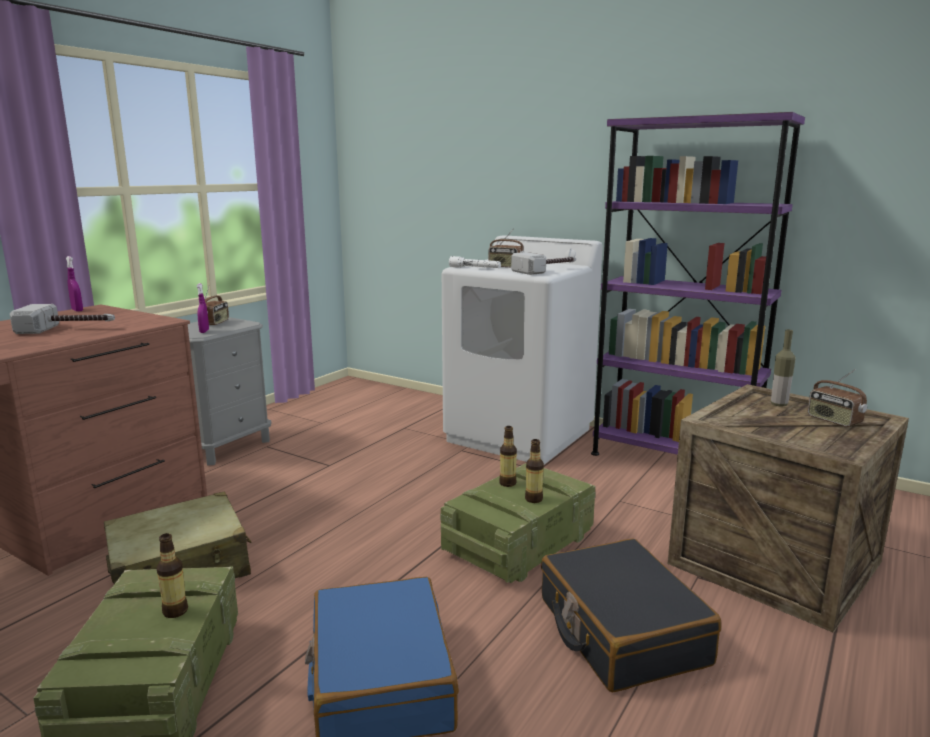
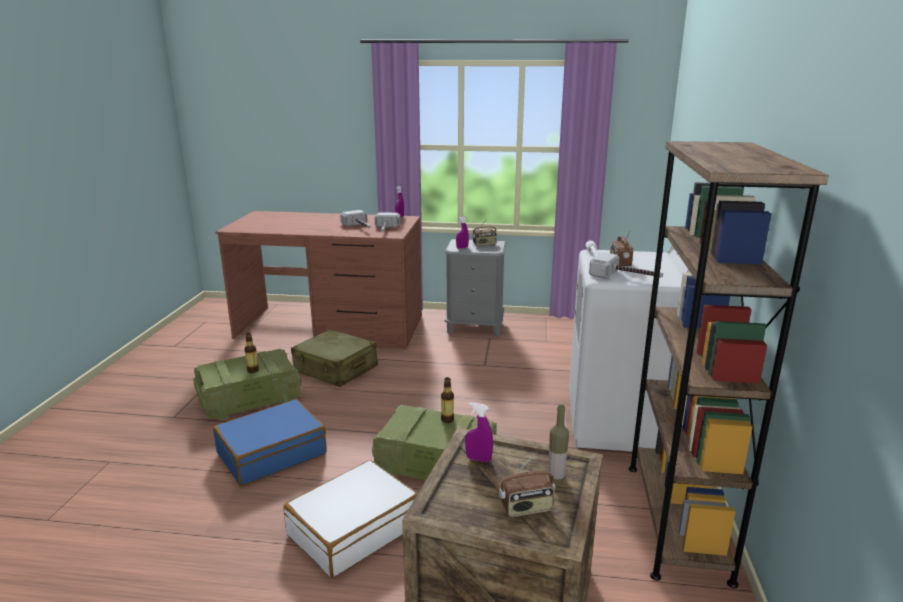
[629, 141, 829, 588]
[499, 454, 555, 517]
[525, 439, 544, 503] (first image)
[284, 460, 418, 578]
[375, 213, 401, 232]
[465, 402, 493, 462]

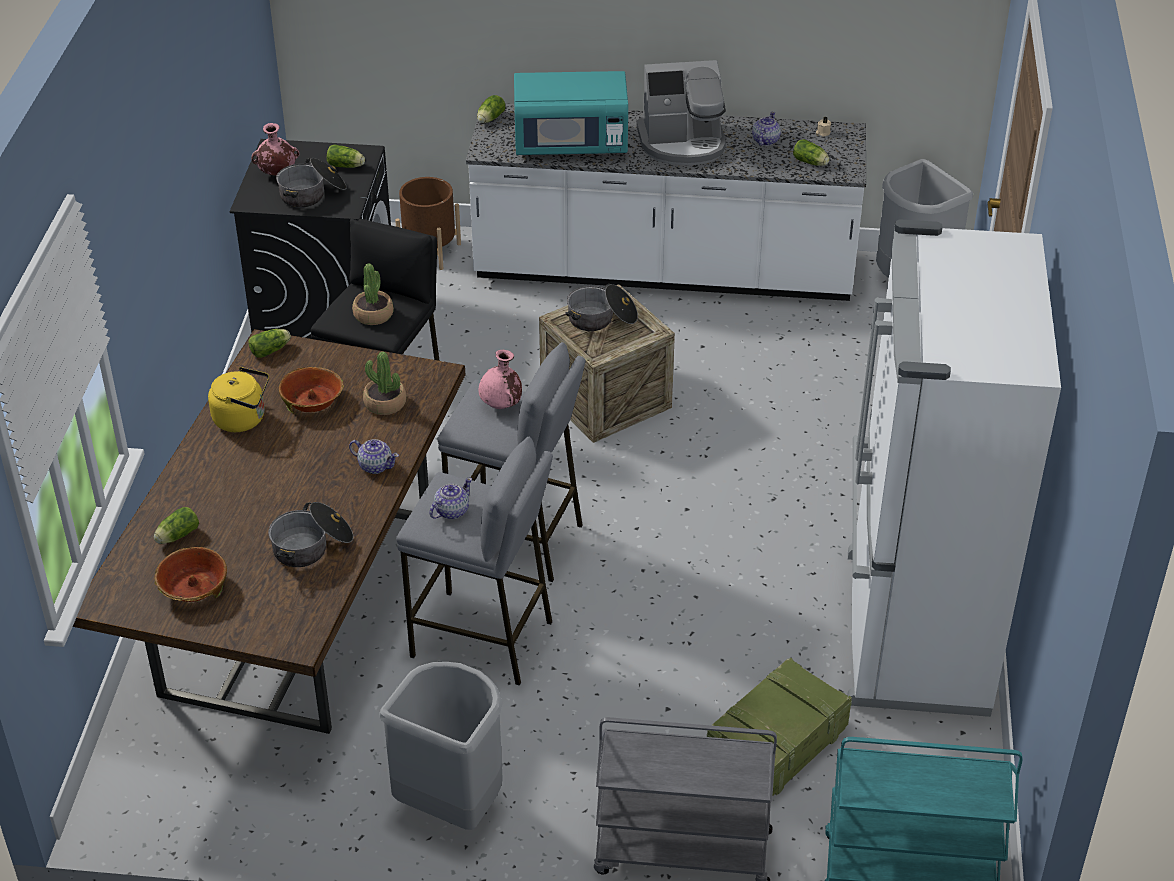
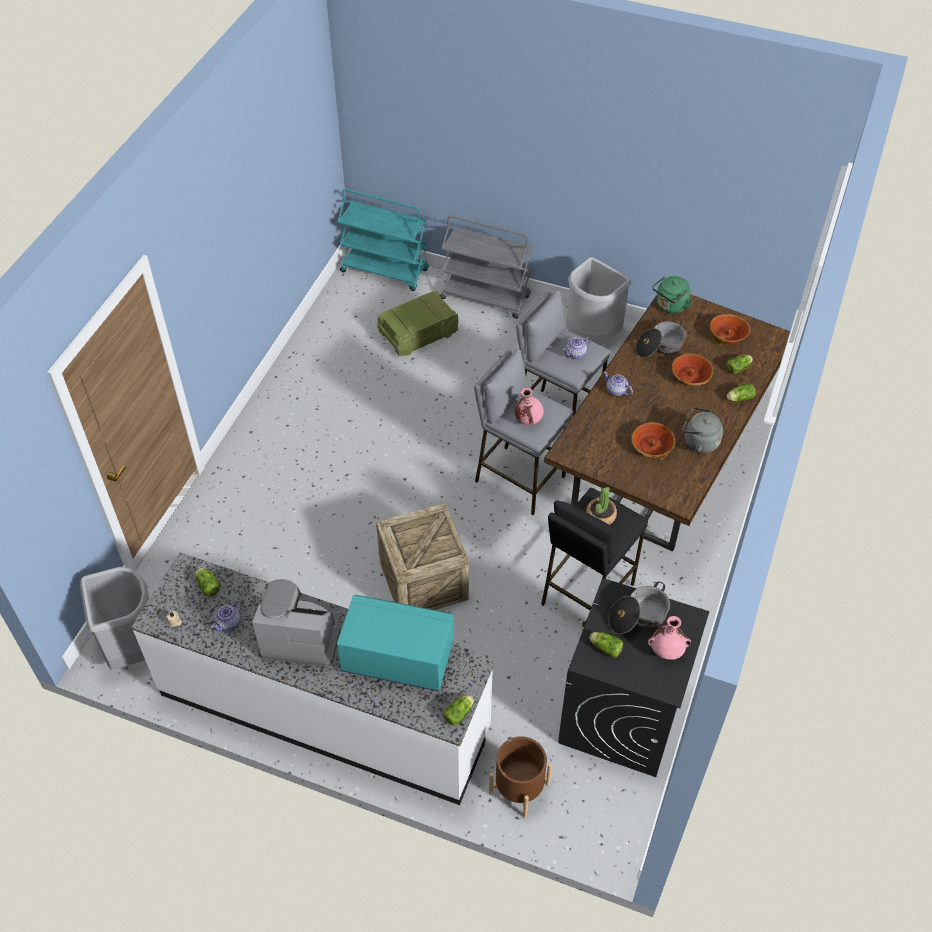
[847, 219, 1061, 717] (first image)
[566, 284, 638, 331] (first image)
[727, 383, 756, 401]
[363, 352, 406, 415] (first image)
[682, 407, 723, 453]
[652, 276, 693, 313]
[672, 353, 714, 386]

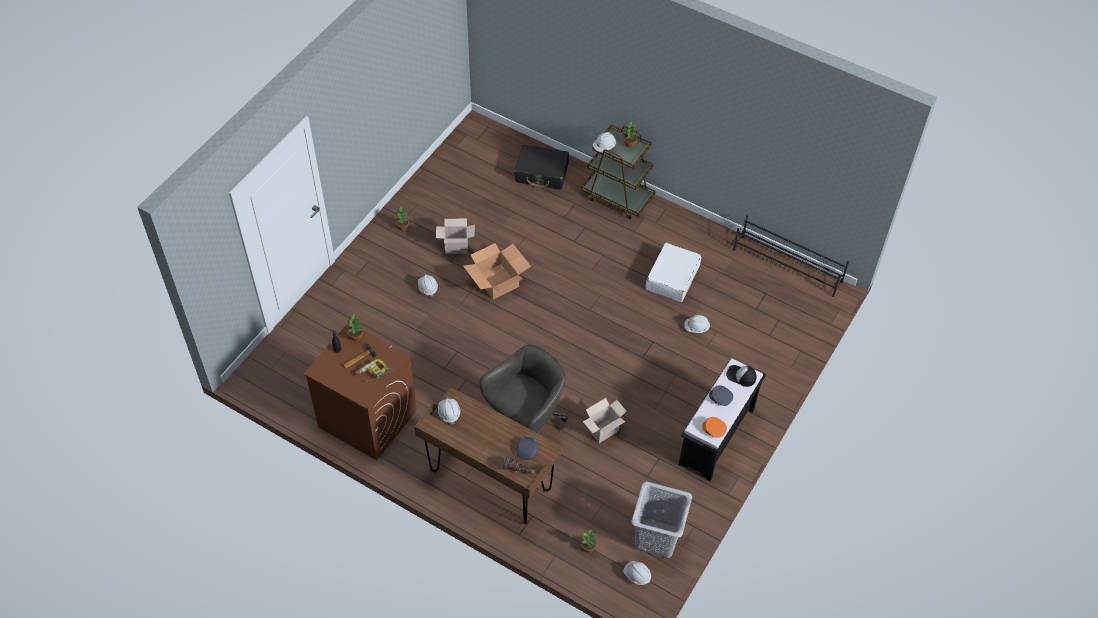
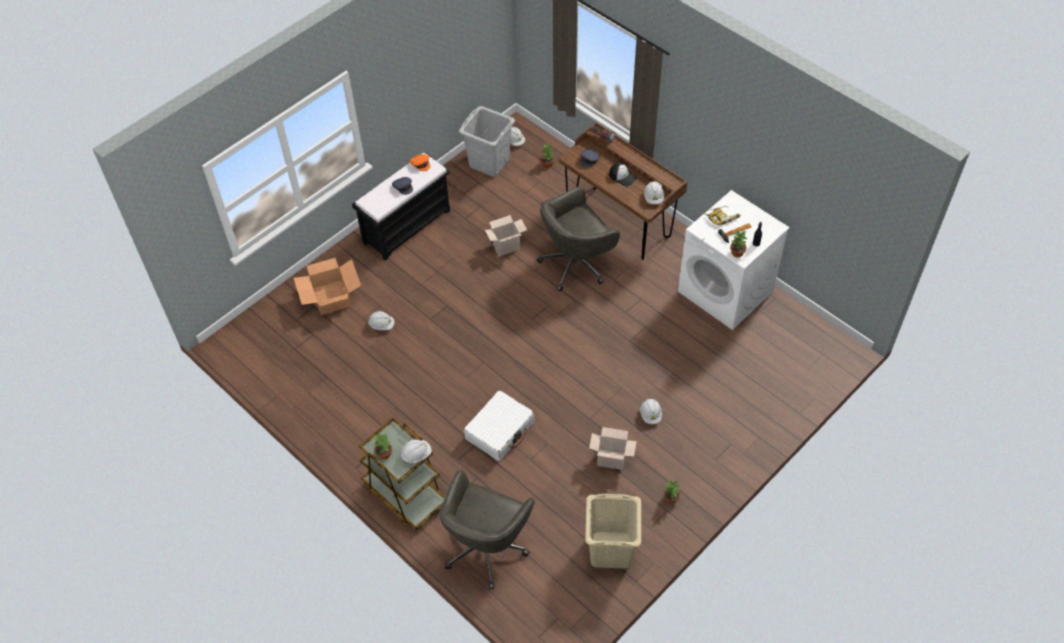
[439, 470, 535, 589]
[733, 215, 849, 297] (first image)
[294, 258, 361, 315]
[464, 390, 534, 461]
[678, 190, 790, 330]
[609, 163, 637, 186]
[585, 494, 641, 569]

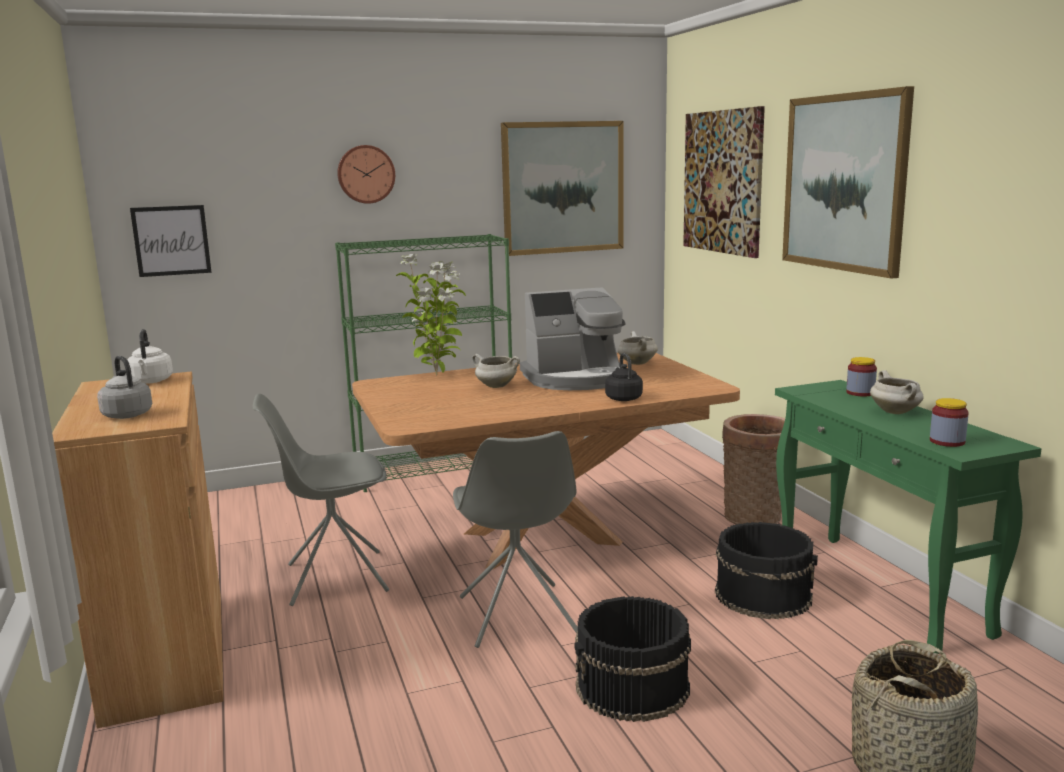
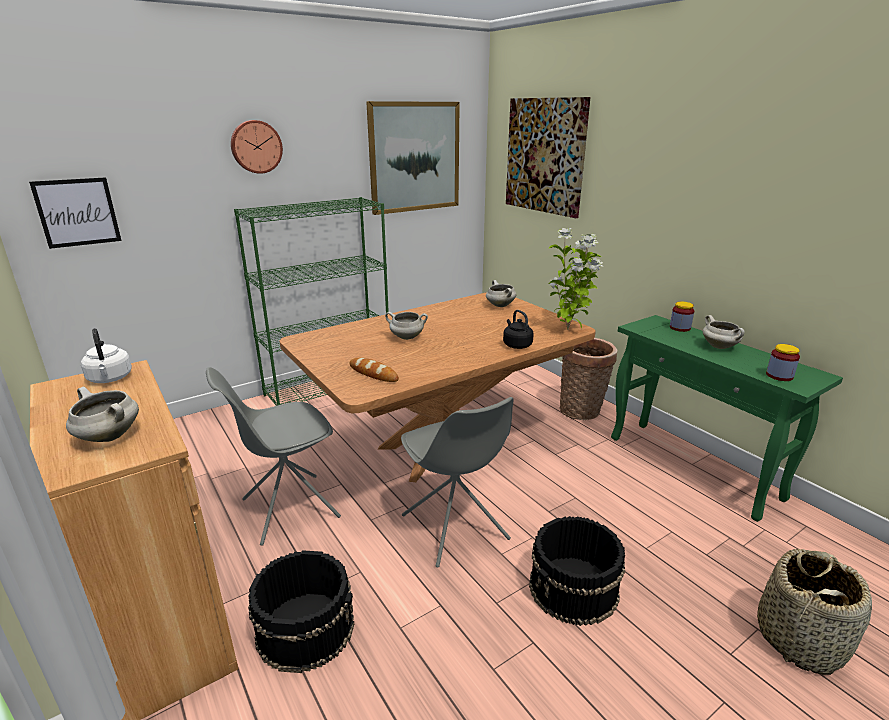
[782, 86, 914, 279] (first image)
[549, 228, 603, 330]
[520, 287, 625, 390] (first image)
[66, 387, 139, 442]
[248, 550, 354, 673]
[349, 358, 399, 382]

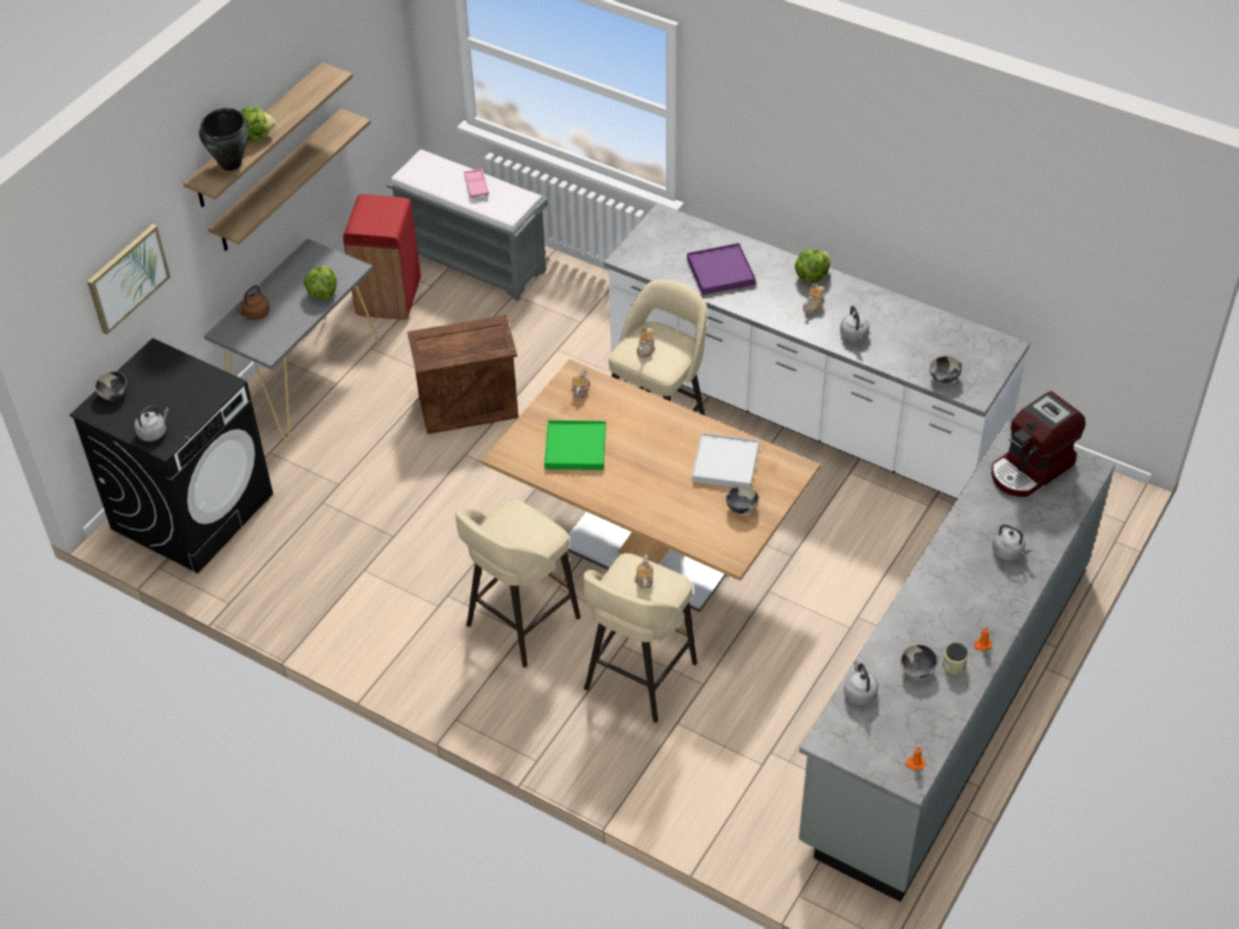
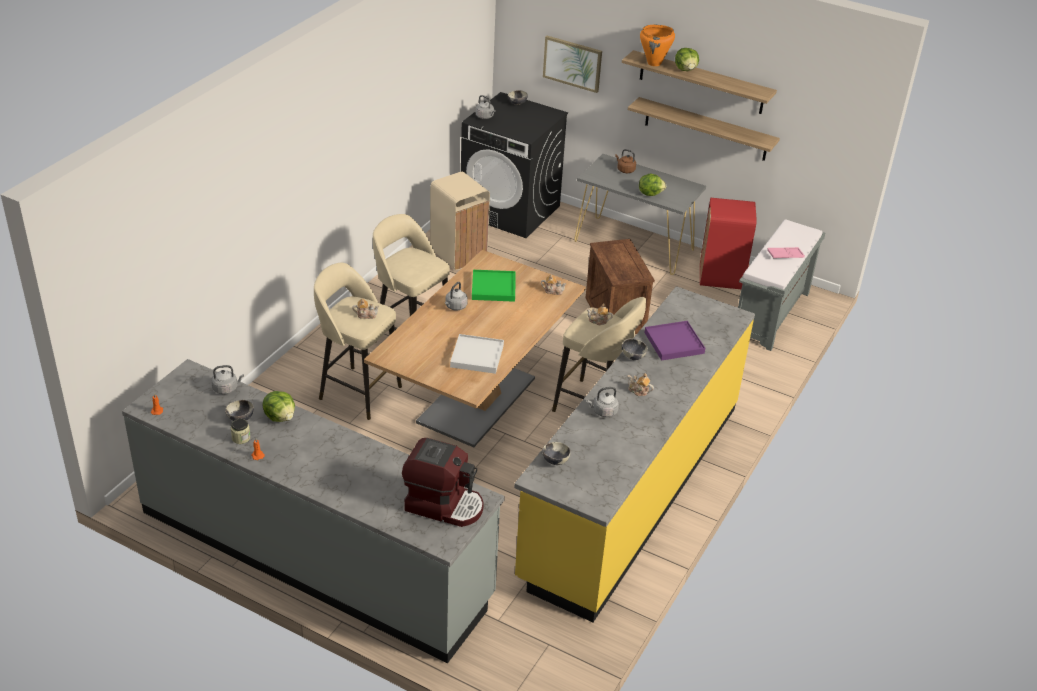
[640, 25, 675, 66]
[514, 286, 755, 622]
[263, 391, 295, 422]
[402, 438, 484, 527]
[622, 338, 648, 360]
[445, 282, 468, 311]
[430, 172, 490, 270]

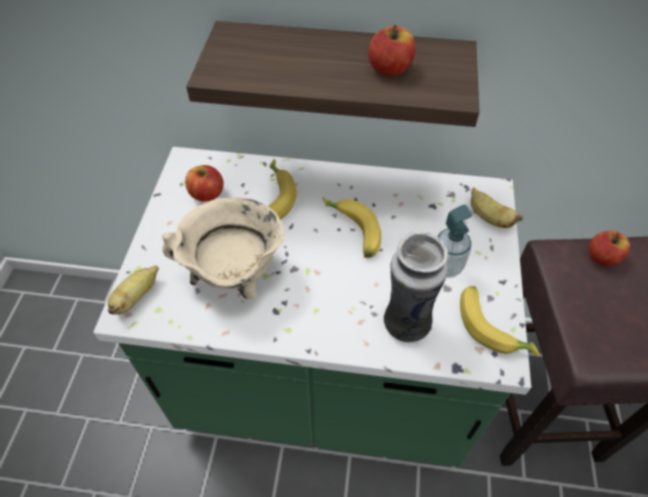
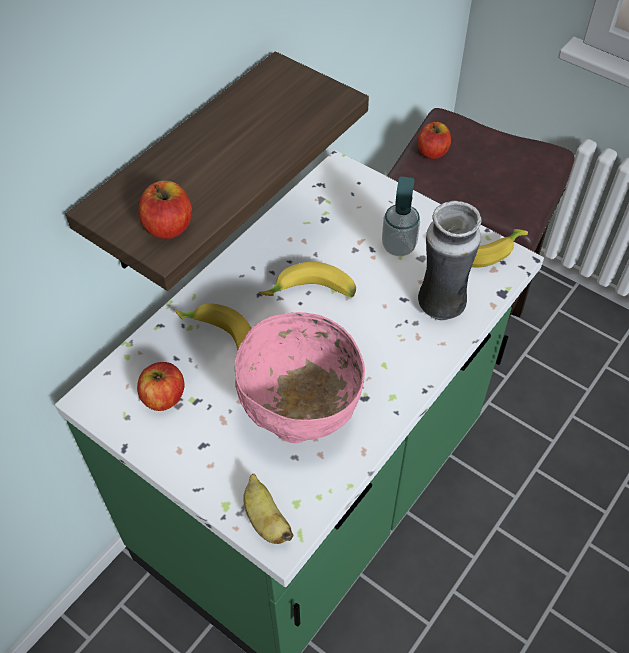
[138, 181, 192, 239]
[471, 188, 523, 228] (first image)
[235, 312, 365, 443]

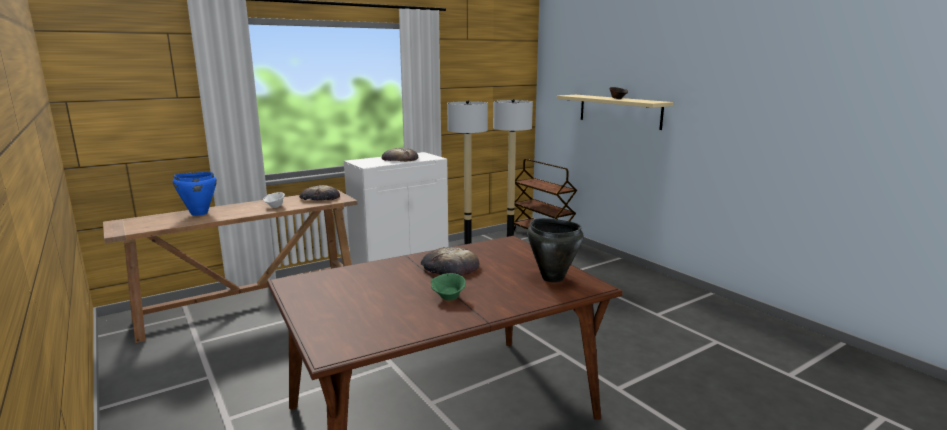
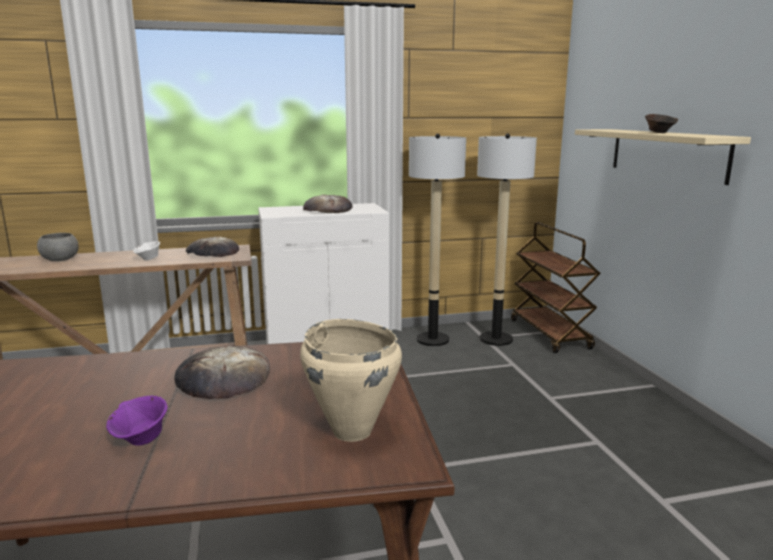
[37, 233, 79, 261]
[300, 319, 402, 442]
[106, 396, 168, 446]

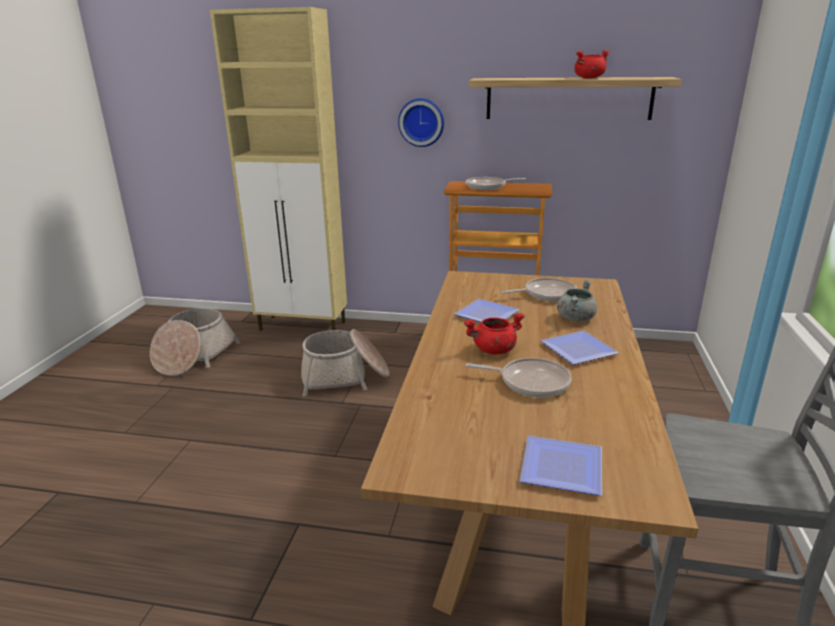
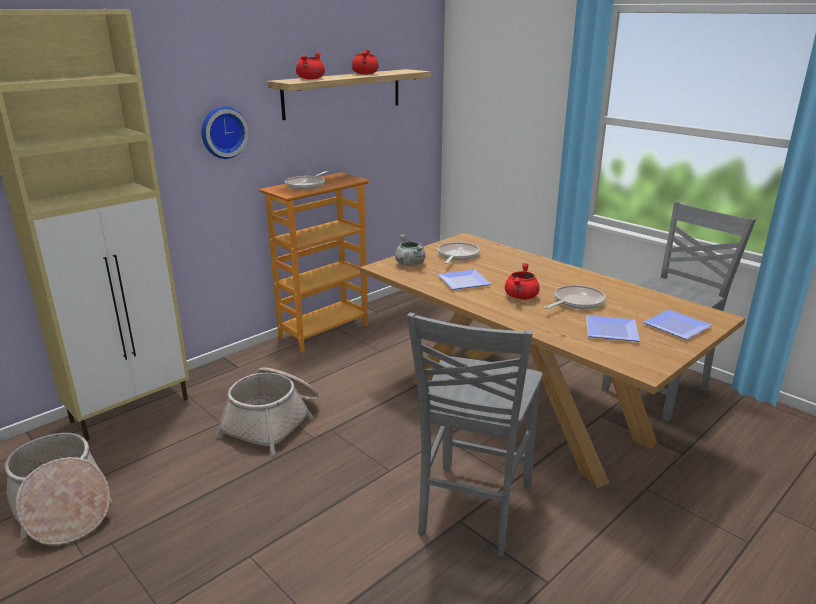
[395, 234, 426, 266]
[586, 315, 640, 342]
[296, 52, 325, 79]
[407, 312, 543, 556]

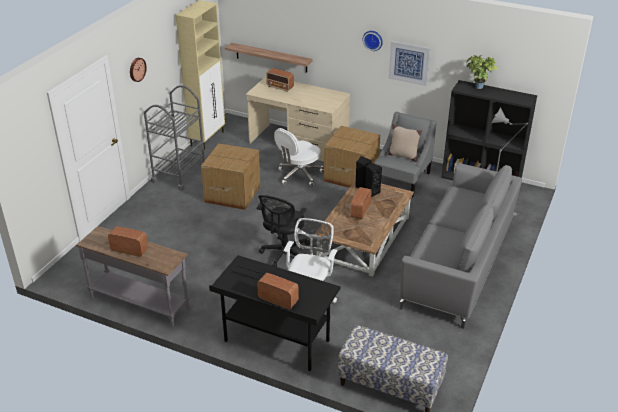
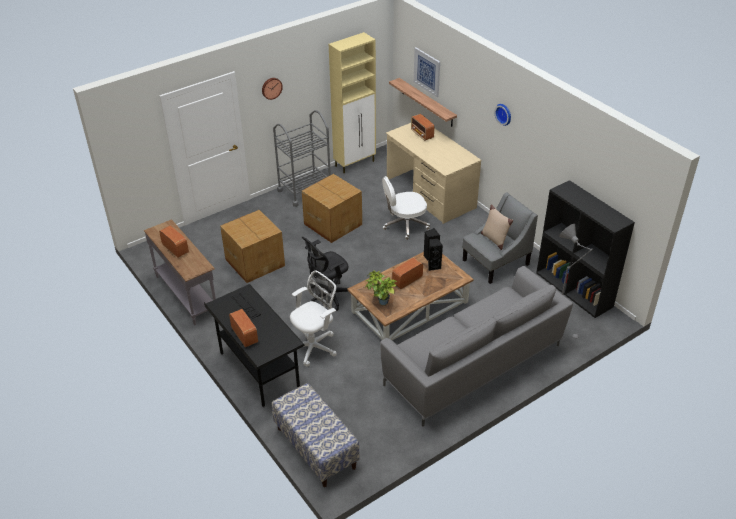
[414, 47, 440, 97]
[365, 271, 396, 305]
[220, 210, 285, 283]

